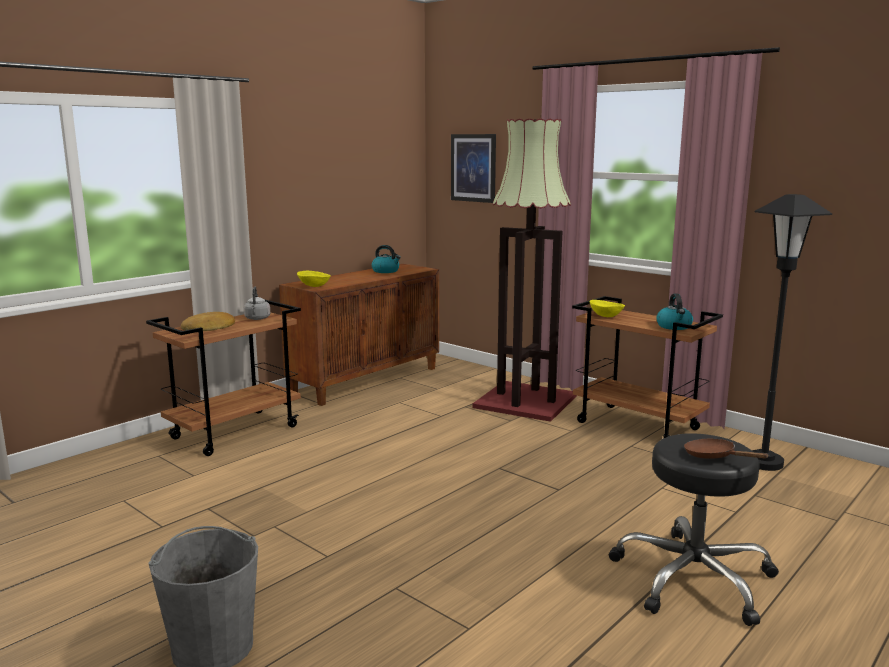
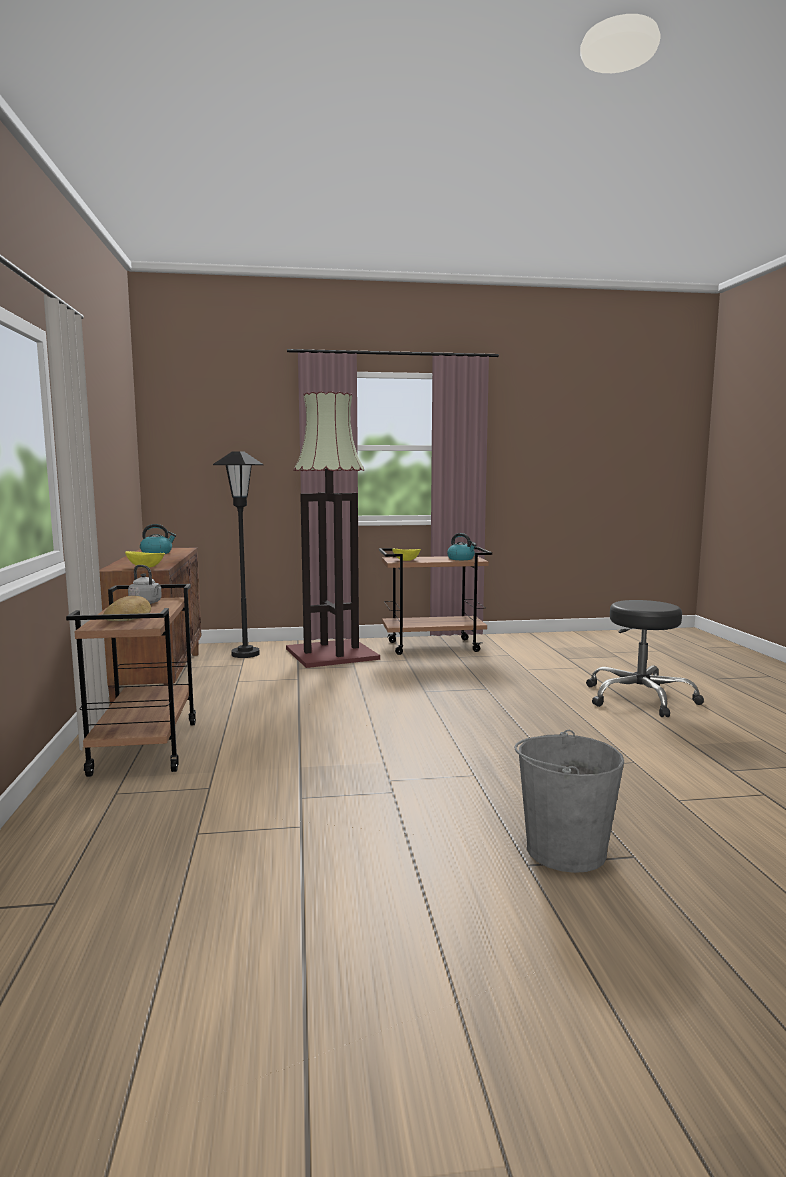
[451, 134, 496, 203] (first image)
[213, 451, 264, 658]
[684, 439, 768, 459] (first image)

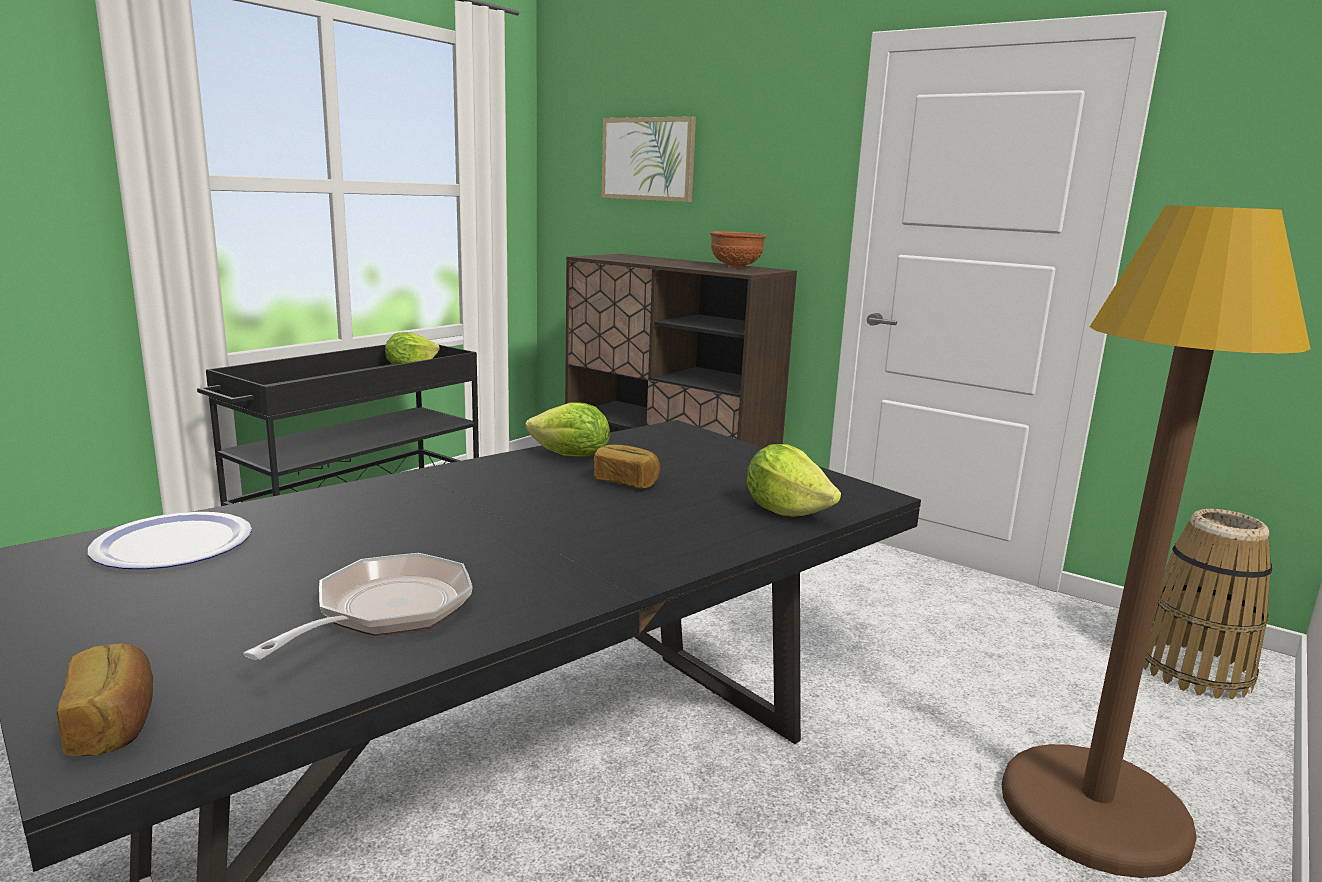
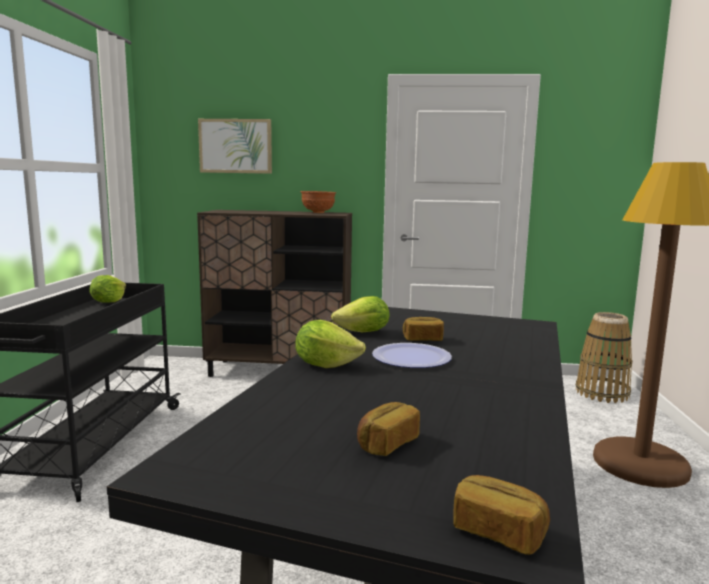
[295, 320, 366, 368]
[372, 343, 452, 368]
[244, 553, 473, 660] (first image)
[357, 402, 420, 456]

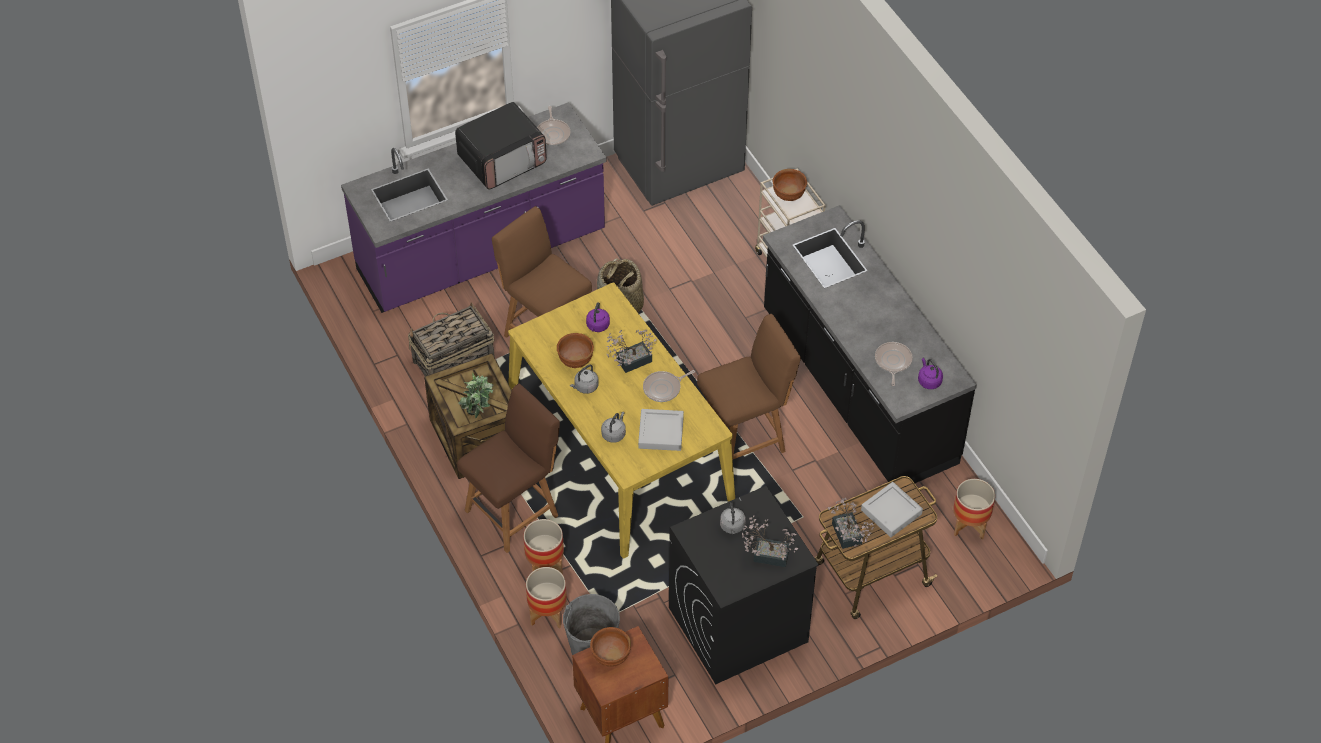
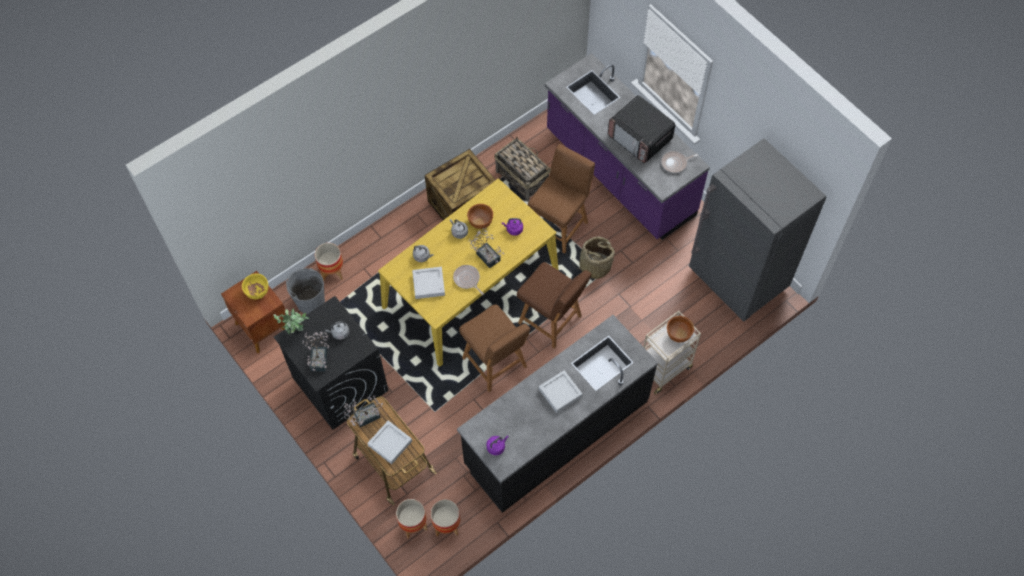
[875, 342, 913, 386] (first image)
[273, 308, 309, 335]
[517, 262, 591, 349]
[396, 499, 428, 539]
[242, 274, 268, 300]
[539, 370, 582, 413]

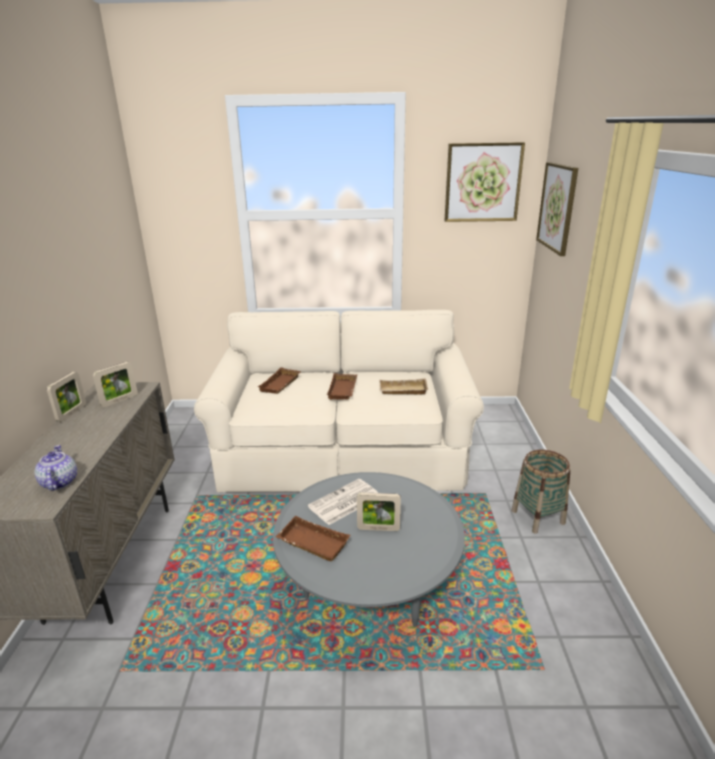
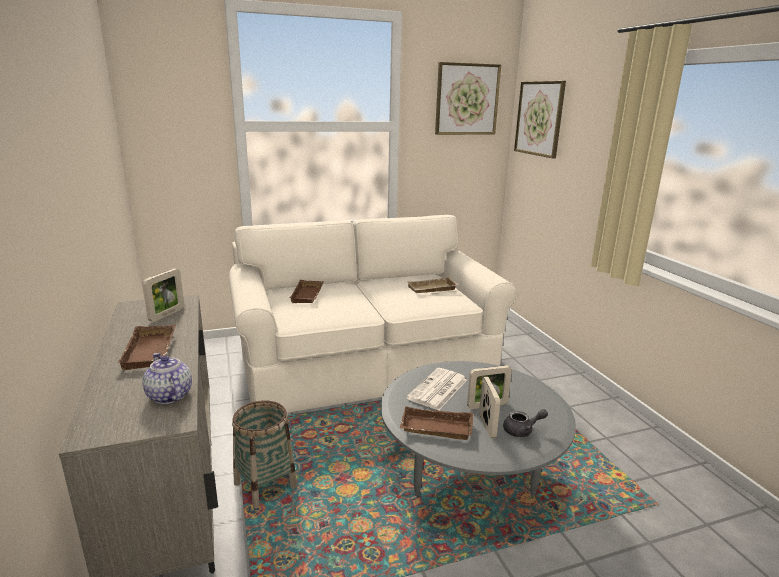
[479, 377, 500, 439]
[117, 325, 176, 370]
[232, 401, 297, 508]
[503, 409, 548, 437]

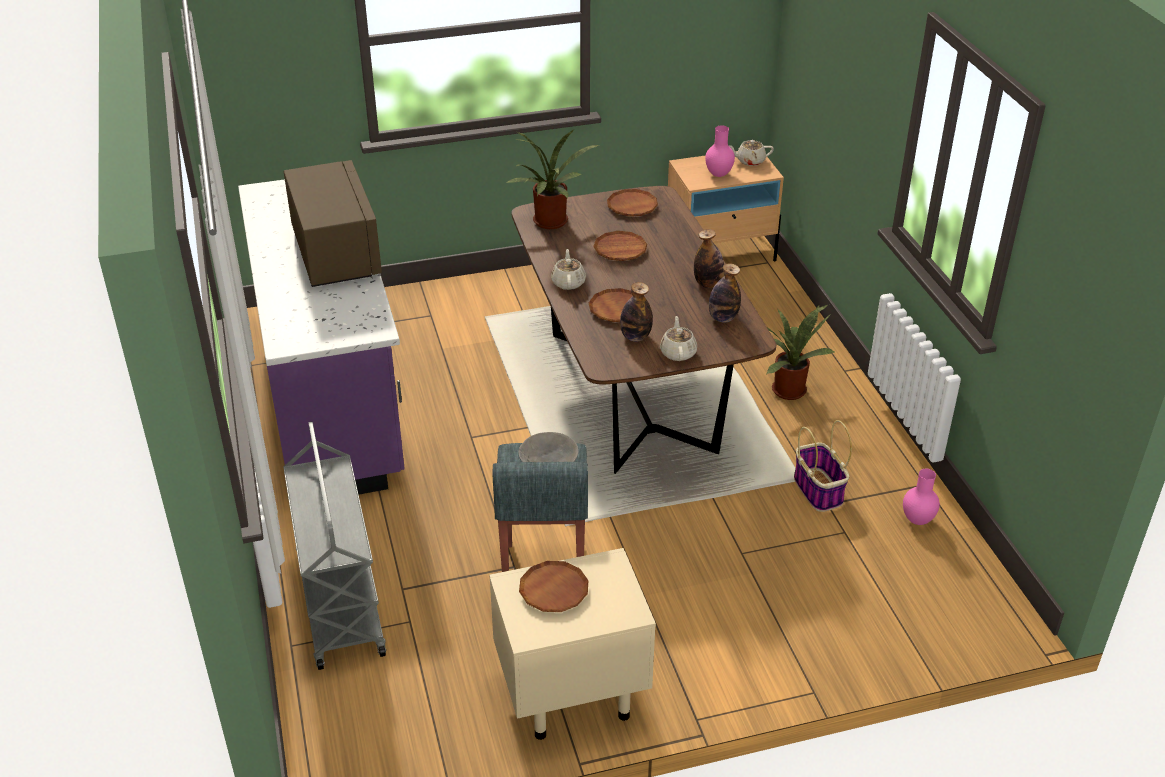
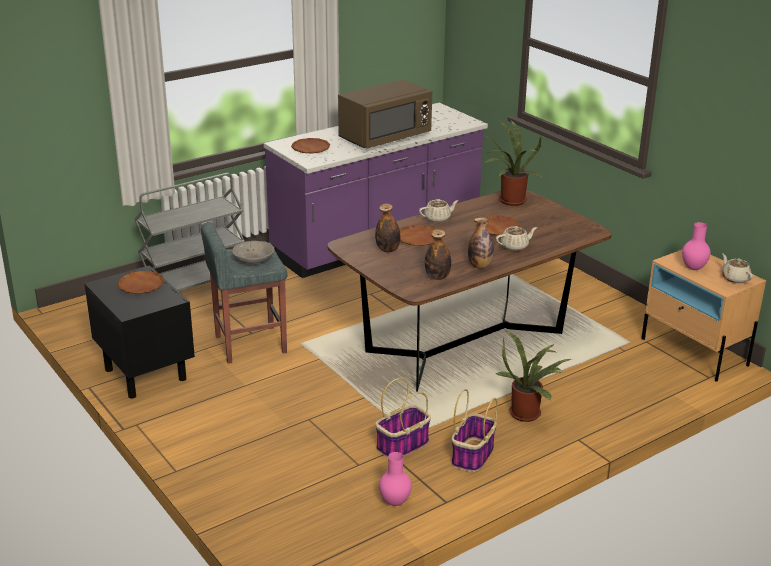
[291, 138, 330, 153]
[496, 226, 537, 251]
[84, 266, 195, 399]
[451, 389, 498, 472]

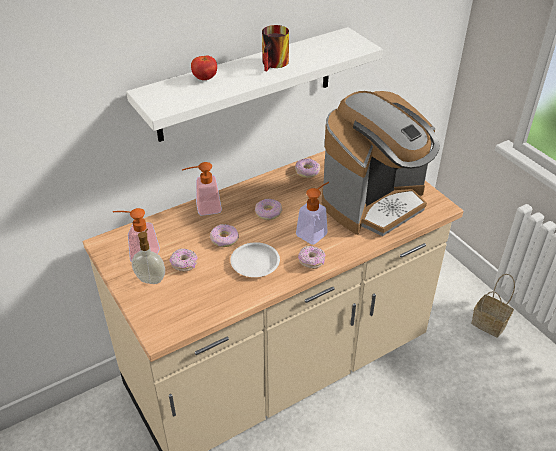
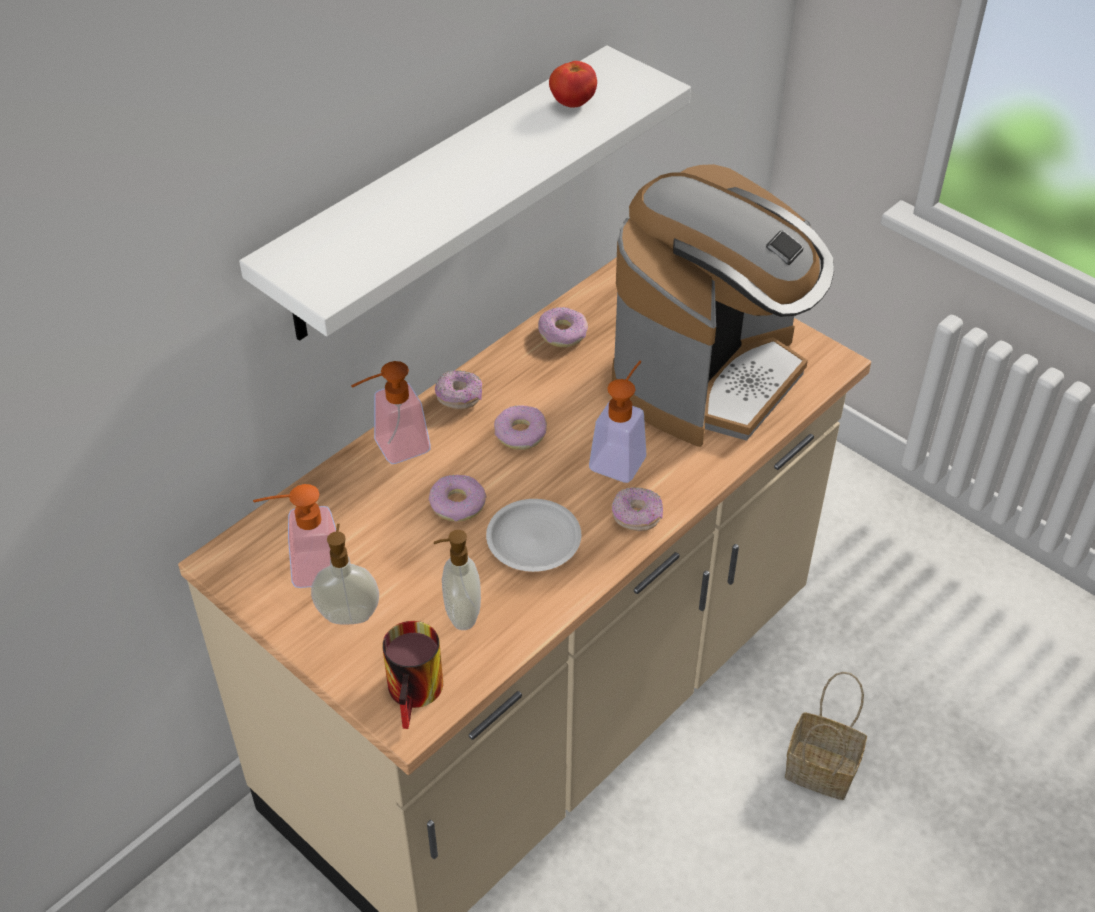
[382, 621, 443, 729]
[549, 61, 597, 108]
[435, 370, 482, 410]
[785, 672, 867, 800]
[434, 530, 481, 630]

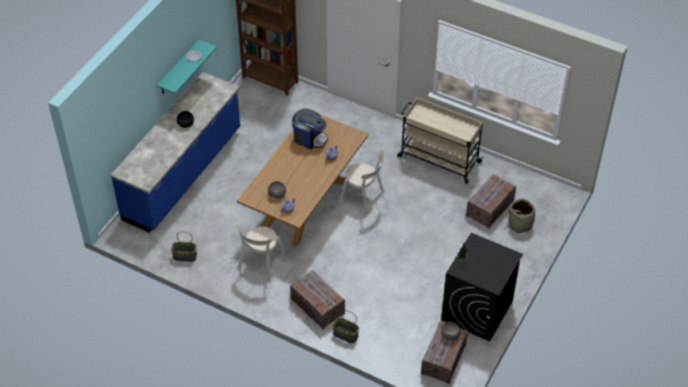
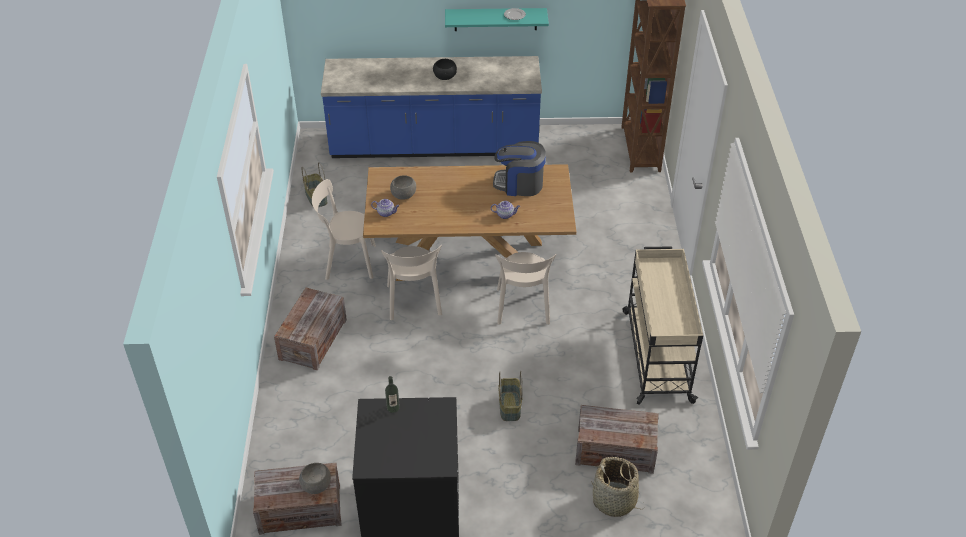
[493, 141, 546, 196]
[498, 371, 523, 421]
[381, 245, 442, 320]

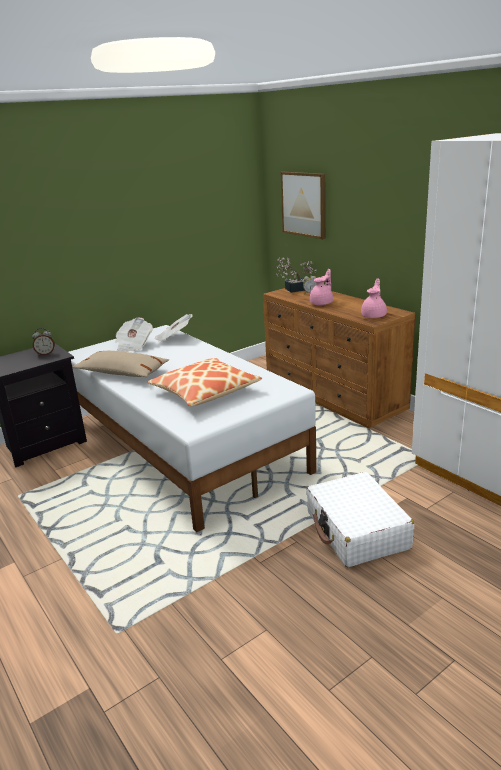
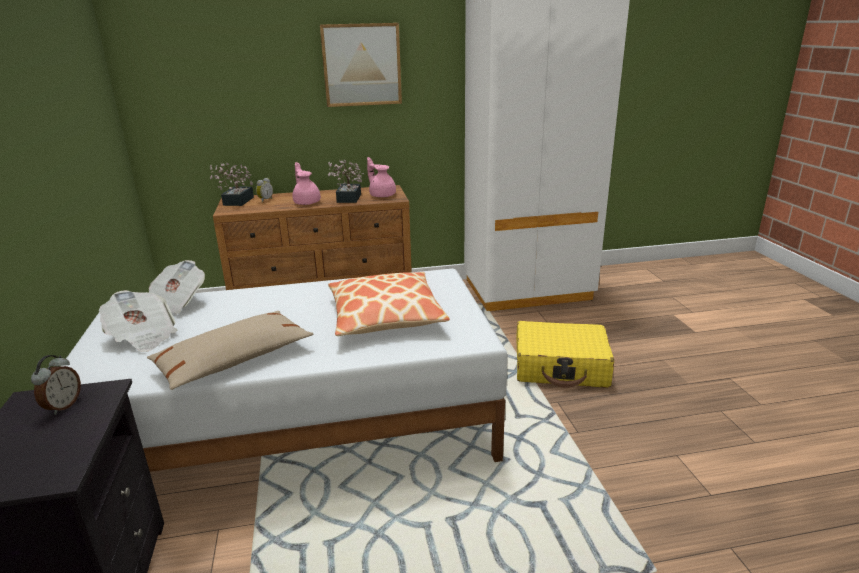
[320, 23, 402, 107]
[516, 321, 614, 388]
[327, 160, 364, 203]

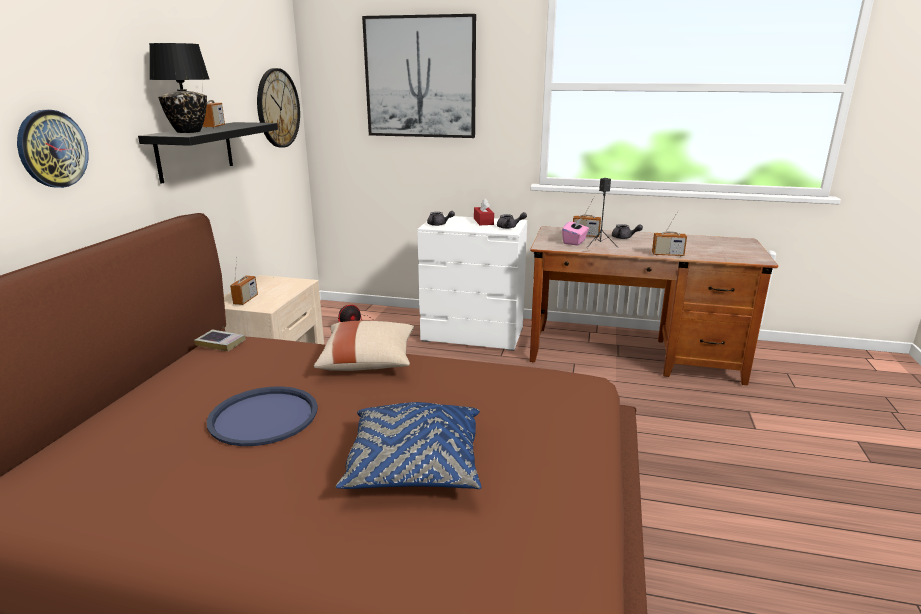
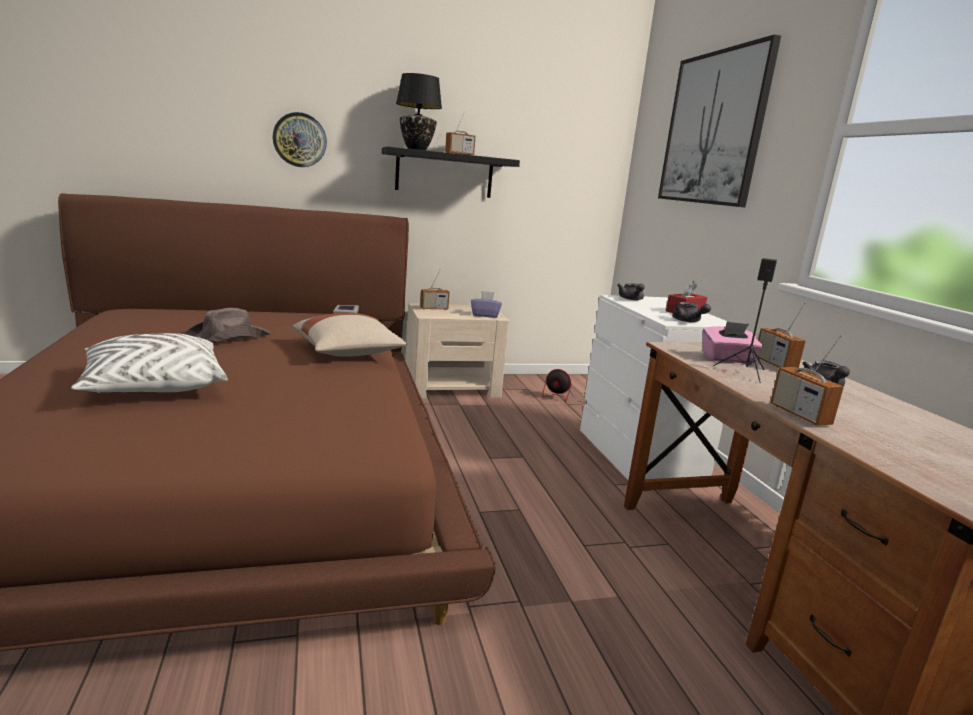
[257, 68, 300, 148] (first image)
[185, 308, 270, 343]
[71, 333, 228, 393]
[471, 291, 502, 318]

